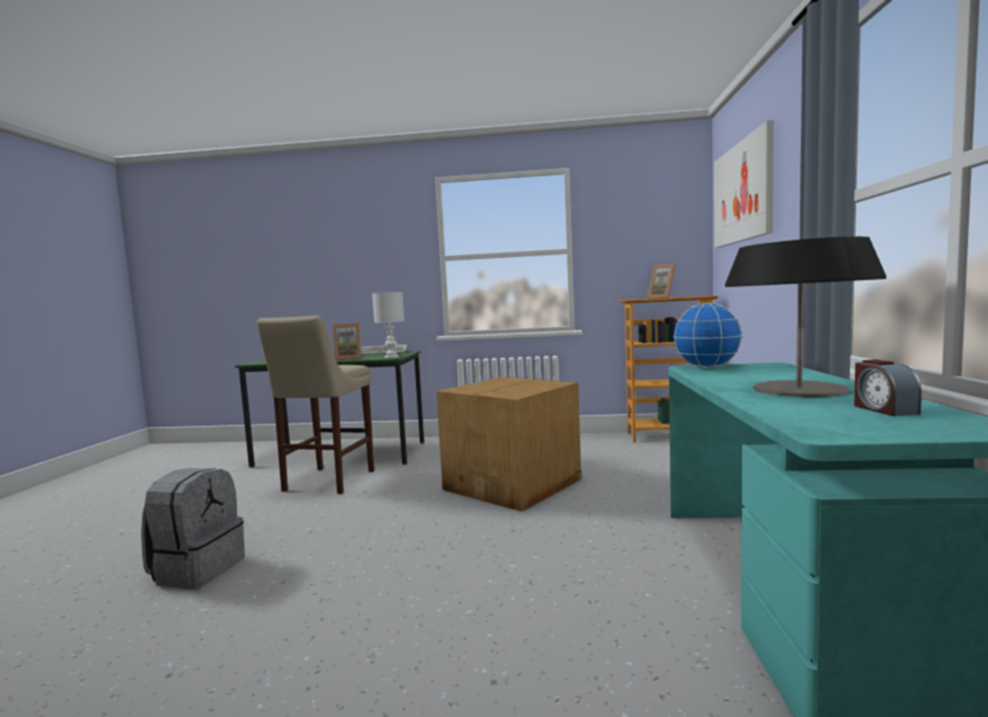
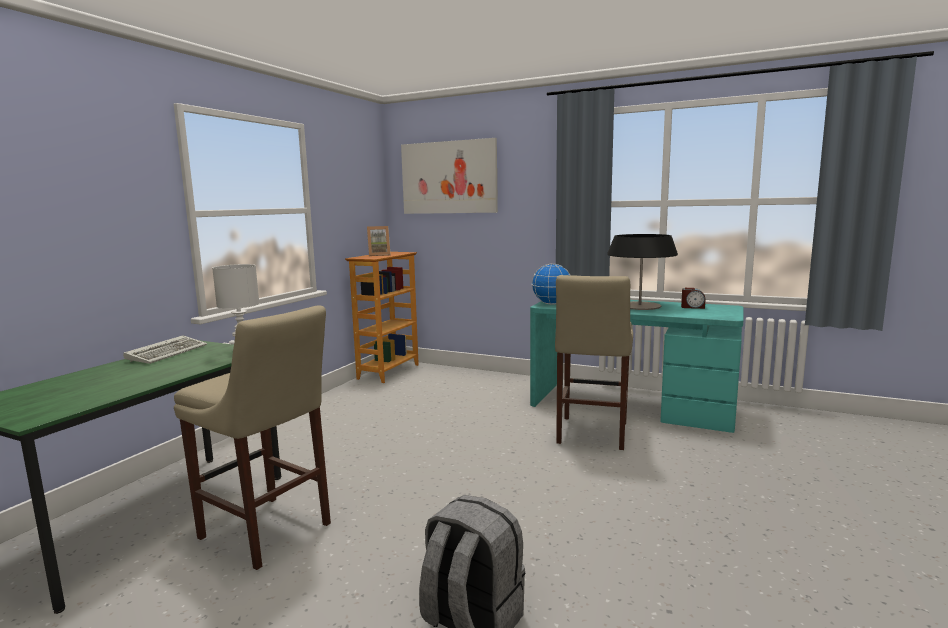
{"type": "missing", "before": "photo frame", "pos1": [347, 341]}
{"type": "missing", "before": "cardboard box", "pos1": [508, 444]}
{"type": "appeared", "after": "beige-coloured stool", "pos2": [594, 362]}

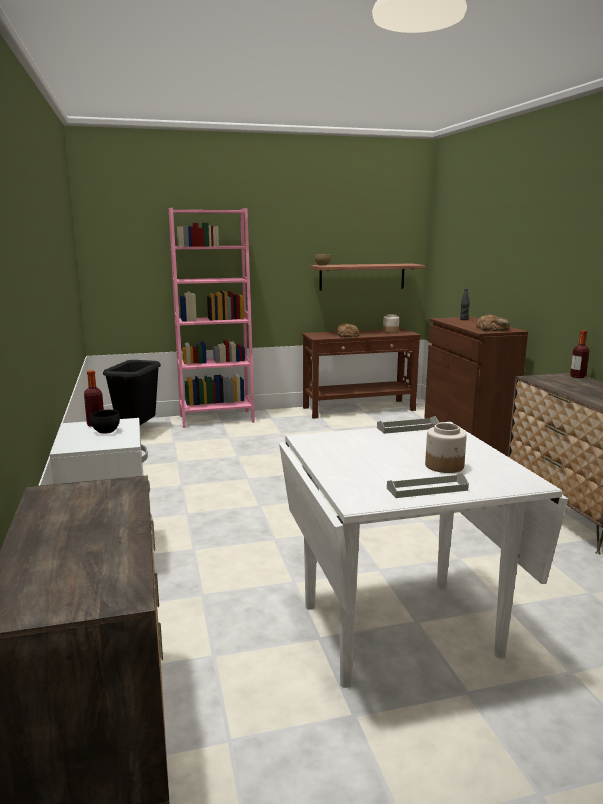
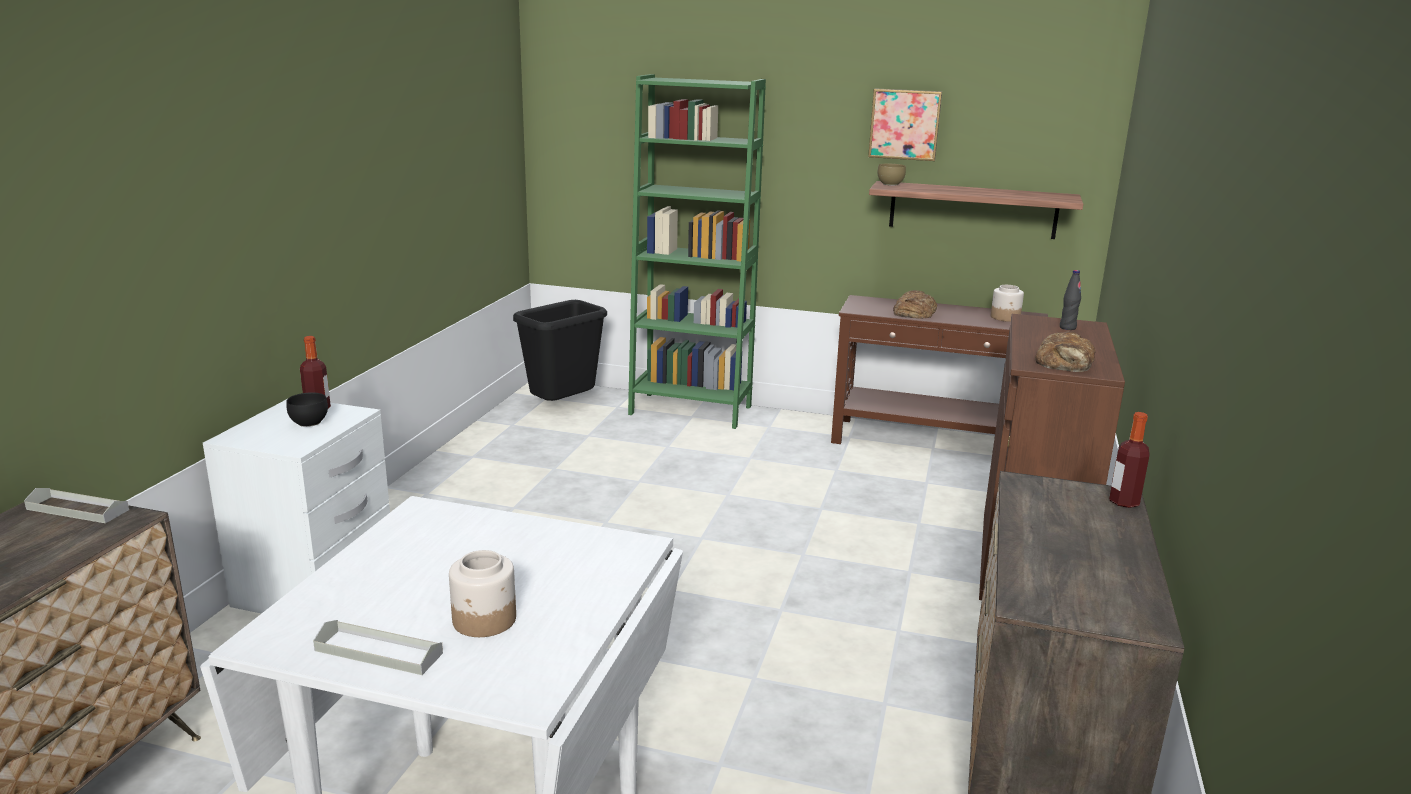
{"type": "appeared", "after": "wall picture", "pos2": [905, 125]}
{"type": "relocated", "before": "greyish tray", "pos1": [408, 425], "pos2": [76, 505]}
{"type": "colour", "before": "pink-coloured bookshelf", "after": "green-coloured bookshelf", "pos1": [212, 318], "pos2": [697, 251]}

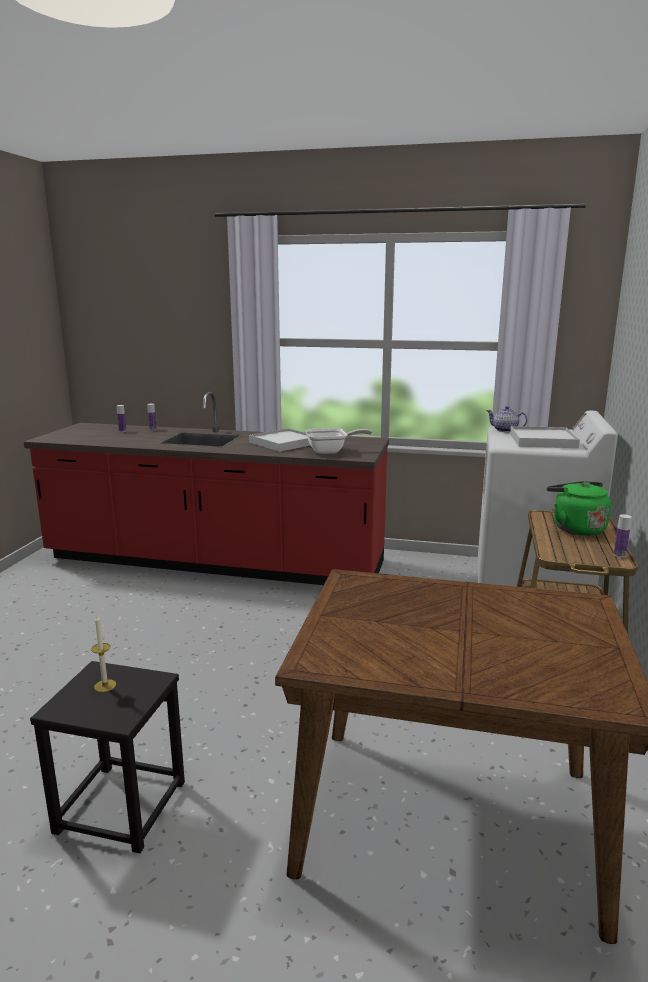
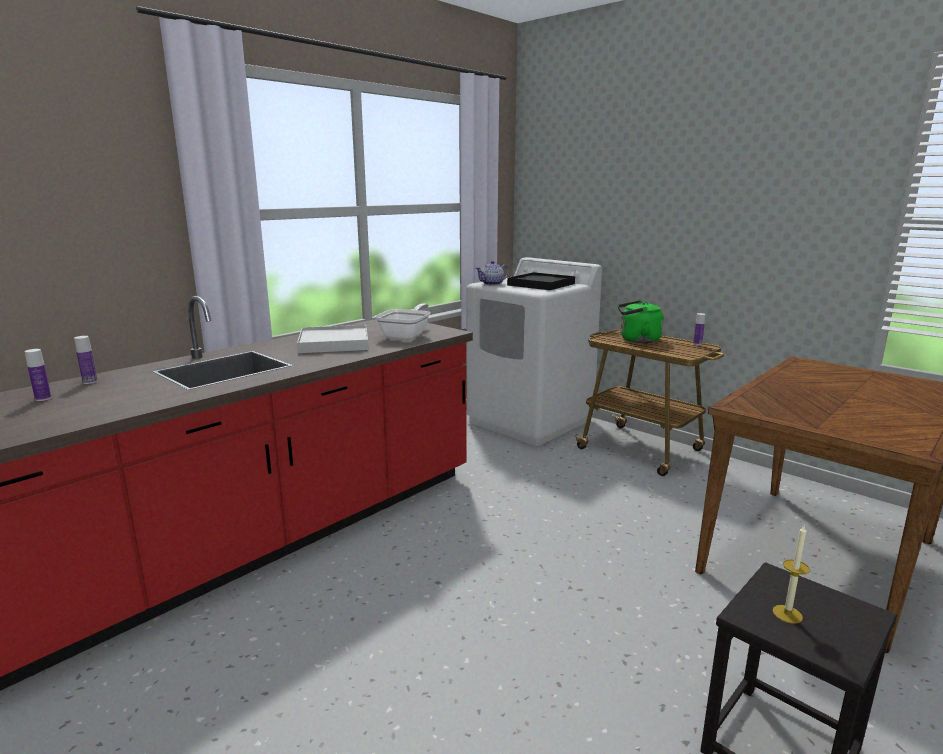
{"type": "colour", "before": "white-coloured tray", "after": "blackish tray", "pos1": [545, 437], "pos2": [541, 281]}

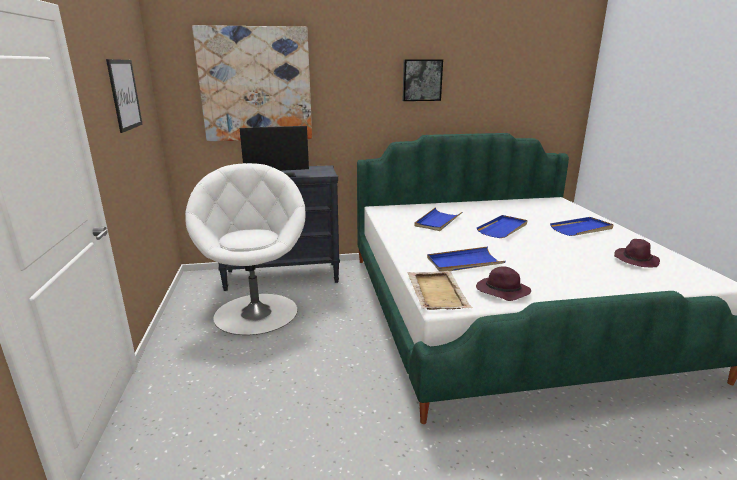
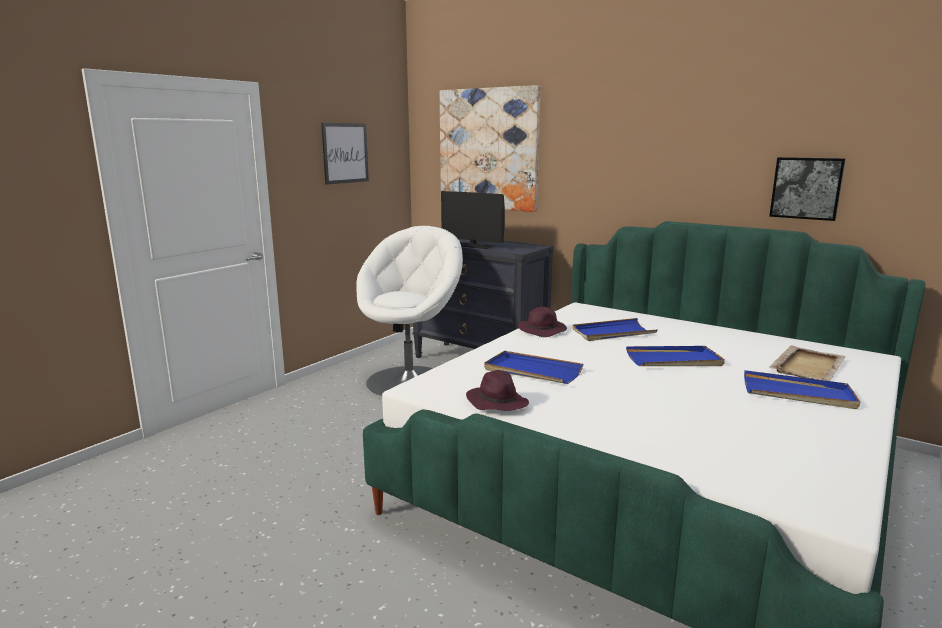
{"type": "relocated", "before": "wall picture", "pos1": [423, 80], "pos2": [807, 189]}
{"type": "relocated", "before": "beige-coloured tray", "pos1": [440, 290], "pos2": [808, 363]}
{"type": "relocated", "before": "purple wearable hat", "pos1": [637, 253], "pos2": [542, 322]}

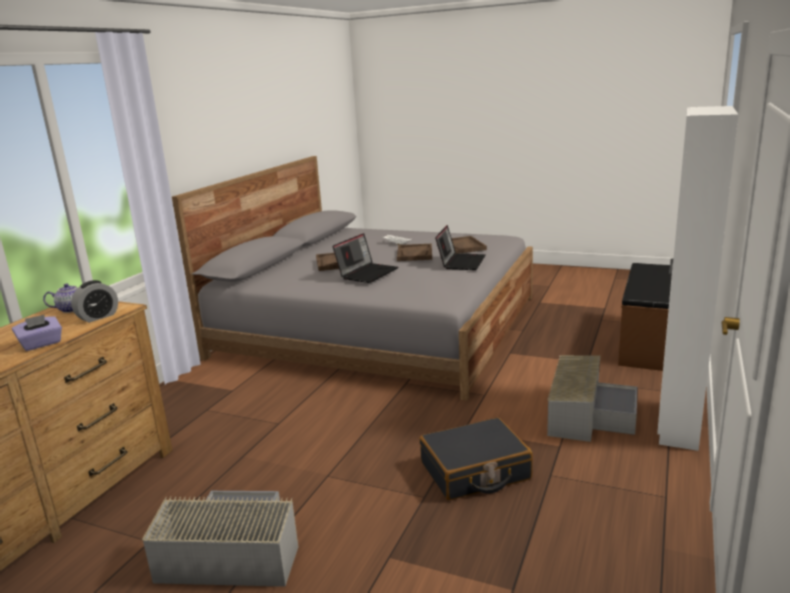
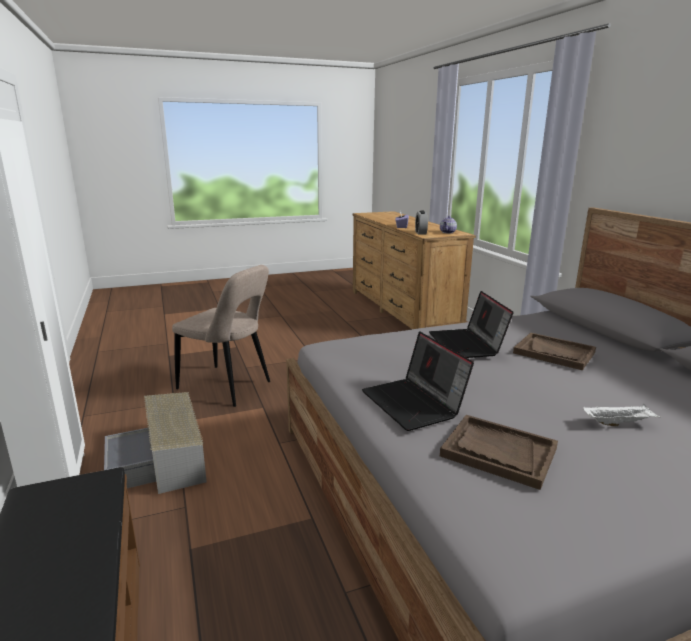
{"type": "missing", "before": "greyish storage container", "pos1": [220, 539]}
{"type": "missing", "before": "brownish tray", "pos1": [414, 252]}
{"type": "exchanged", "before": "blackish travel case", "after": "beige-coloured plain chair", "pos1": [476, 459], "pos2": [221, 336]}

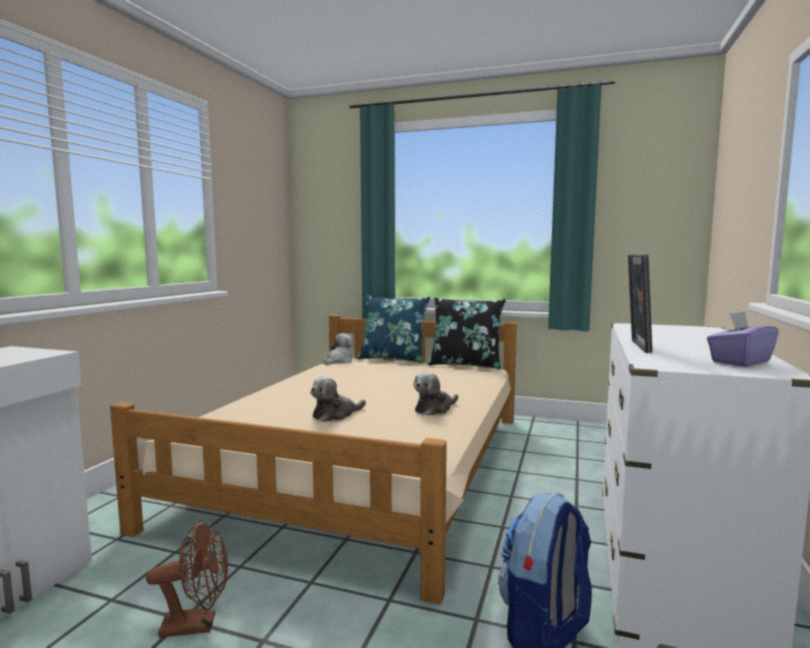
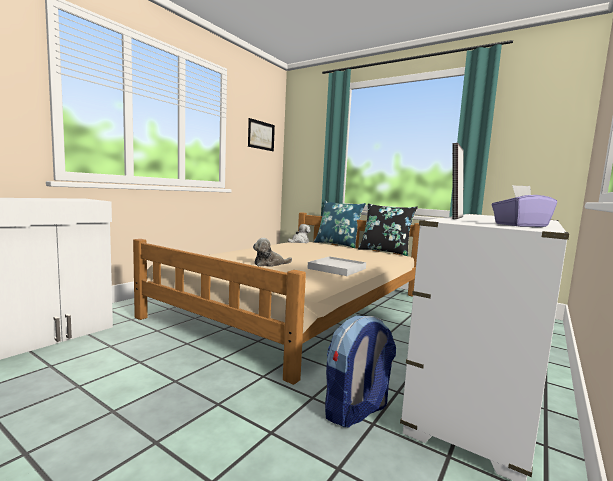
{"type": "missing", "before": "brownish electric fan", "pos1": [187, 579]}
{"type": "appeared", "after": "wall picture", "pos2": [261, 134]}
{"type": "exchanged", "before": "cuddly toy", "after": "white-coloured tray", "pos1": [435, 394], "pos2": [336, 266]}

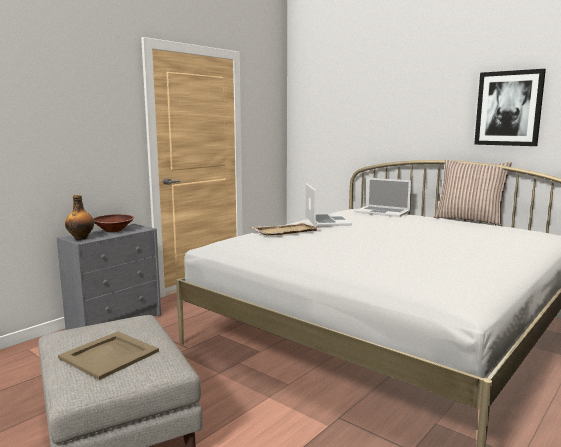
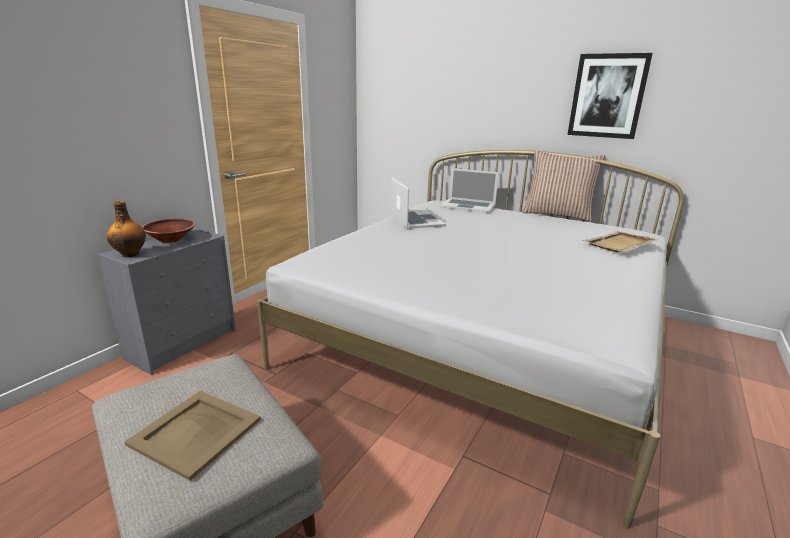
{"type": "relocated", "before": "beige-coloured tray", "pos1": [286, 229], "pos2": [620, 241]}

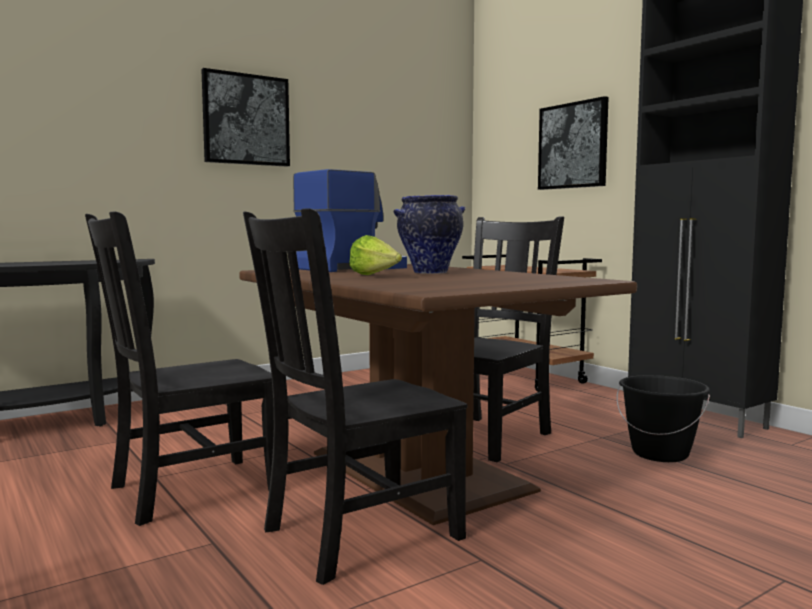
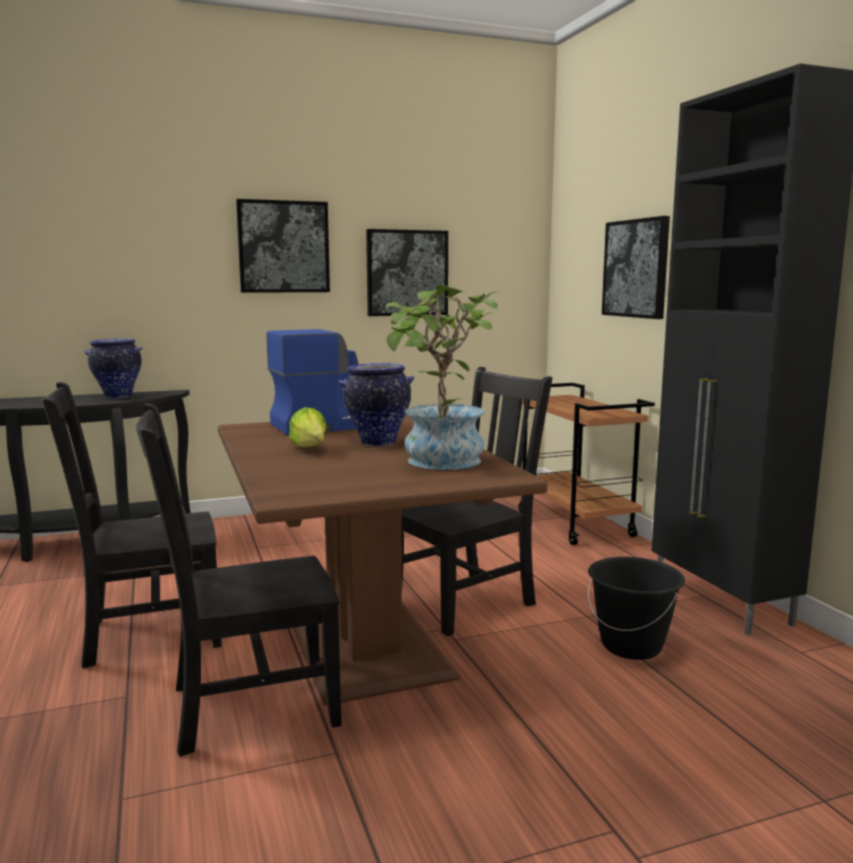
{"type": "appeared", "after": "vase", "pos2": [113, 368]}
{"type": "appeared", "after": "wall picture", "pos2": [407, 272]}
{"type": "appeared", "after": "plant in a pot", "pos2": [443, 377]}

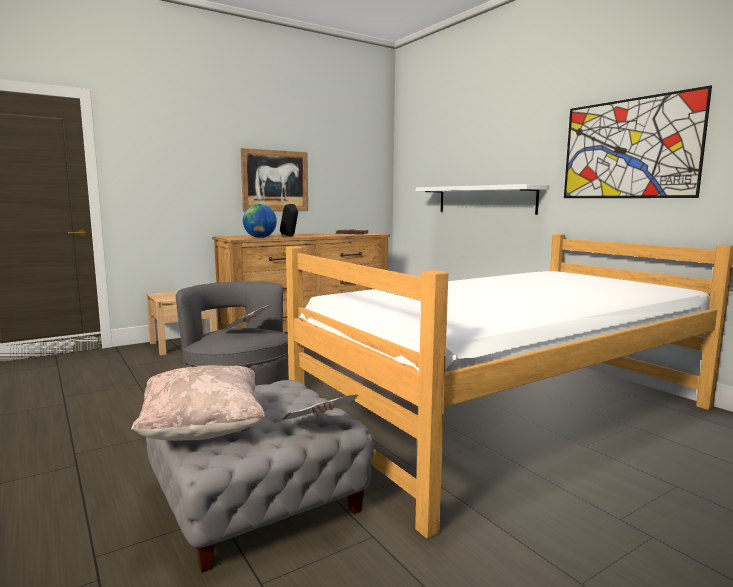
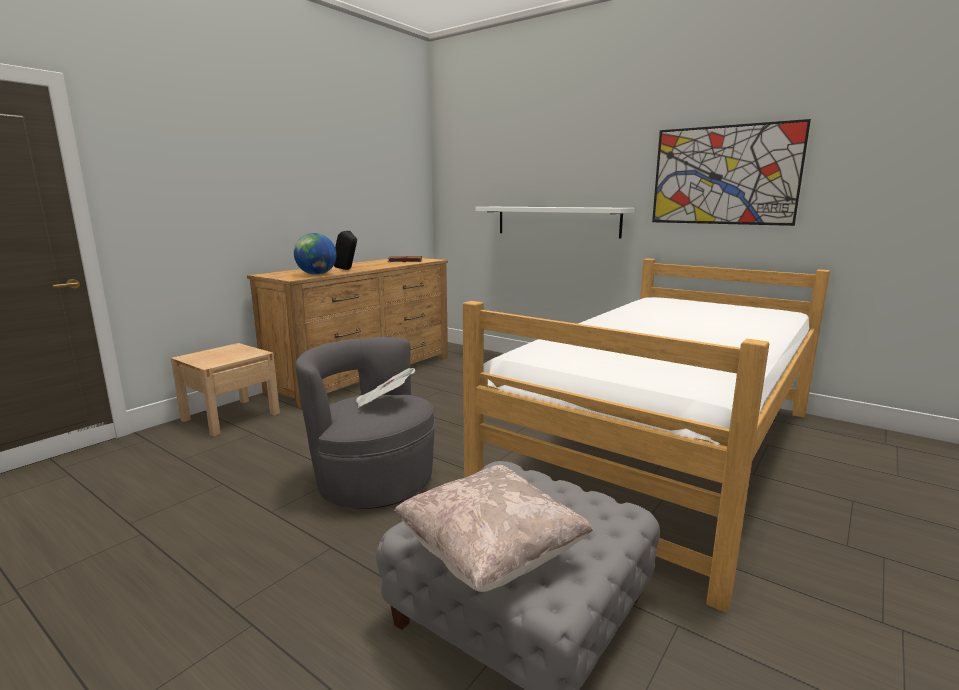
{"type": "missing", "before": "wall picture", "pos1": [274, 180]}
{"type": "missing", "before": "daily paper", "pos1": [320, 407]}

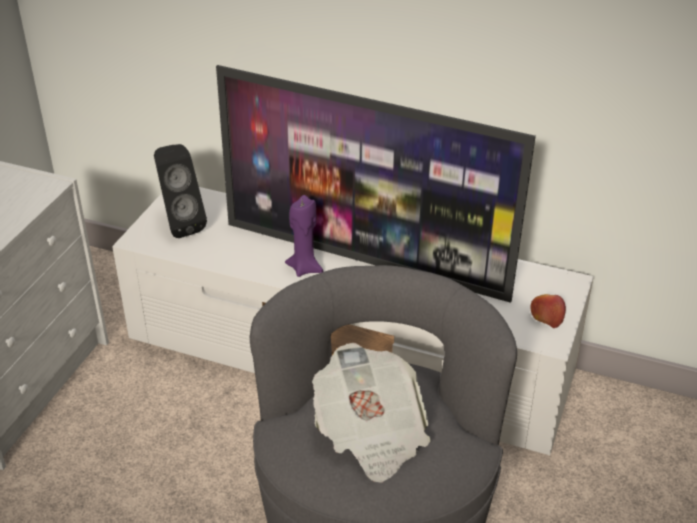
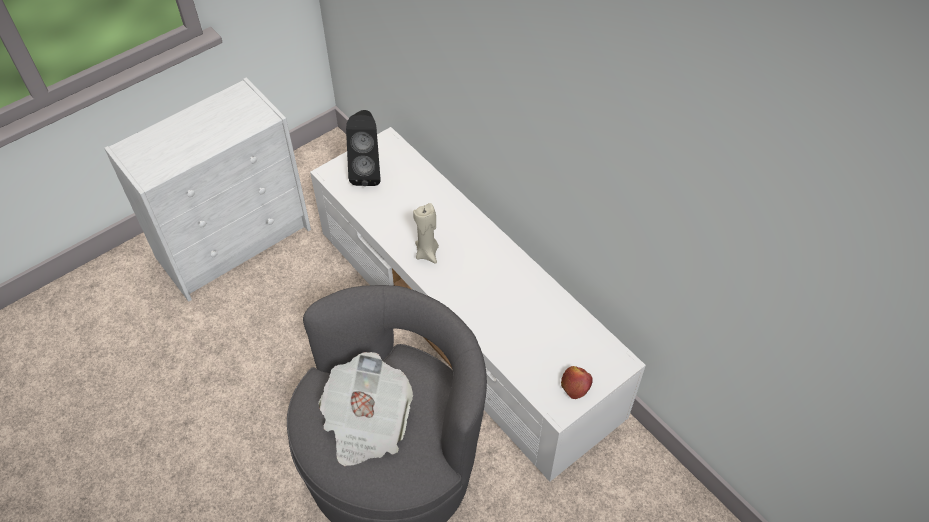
{"type": "missing", "before": "television", "pos1": [376, 184]}
{"type": "colour", "before": "purple candle", "after": "beige-coloured candle", "pos1": [304, 236], "pos2": [426, 233]}

